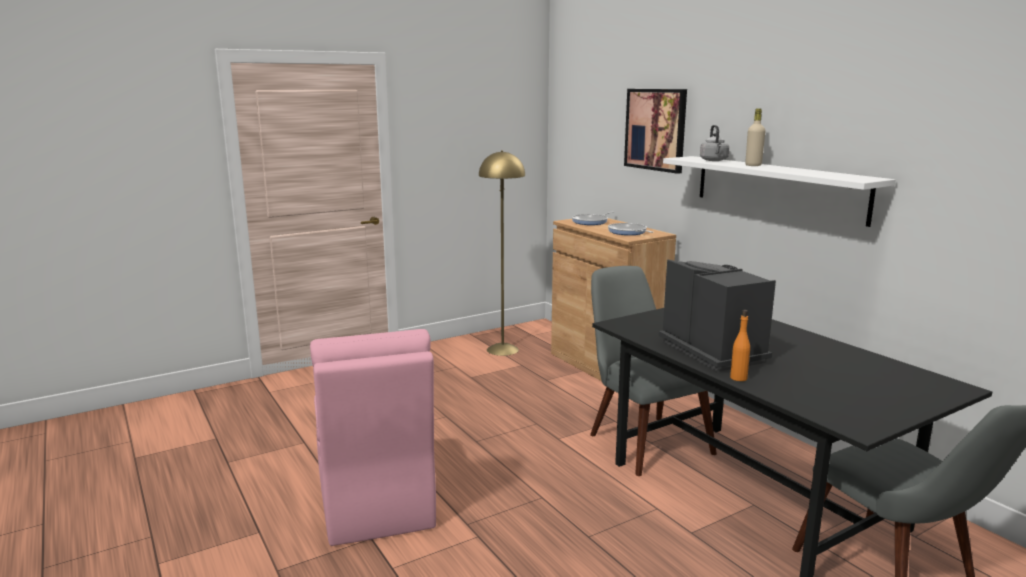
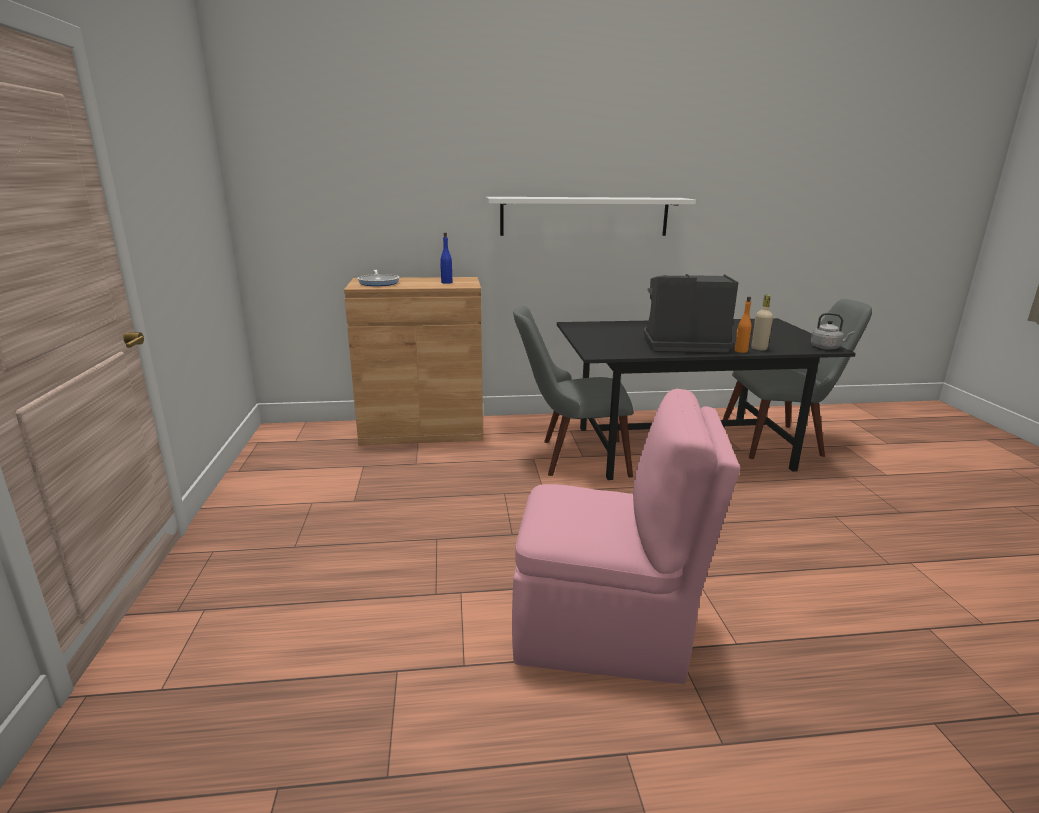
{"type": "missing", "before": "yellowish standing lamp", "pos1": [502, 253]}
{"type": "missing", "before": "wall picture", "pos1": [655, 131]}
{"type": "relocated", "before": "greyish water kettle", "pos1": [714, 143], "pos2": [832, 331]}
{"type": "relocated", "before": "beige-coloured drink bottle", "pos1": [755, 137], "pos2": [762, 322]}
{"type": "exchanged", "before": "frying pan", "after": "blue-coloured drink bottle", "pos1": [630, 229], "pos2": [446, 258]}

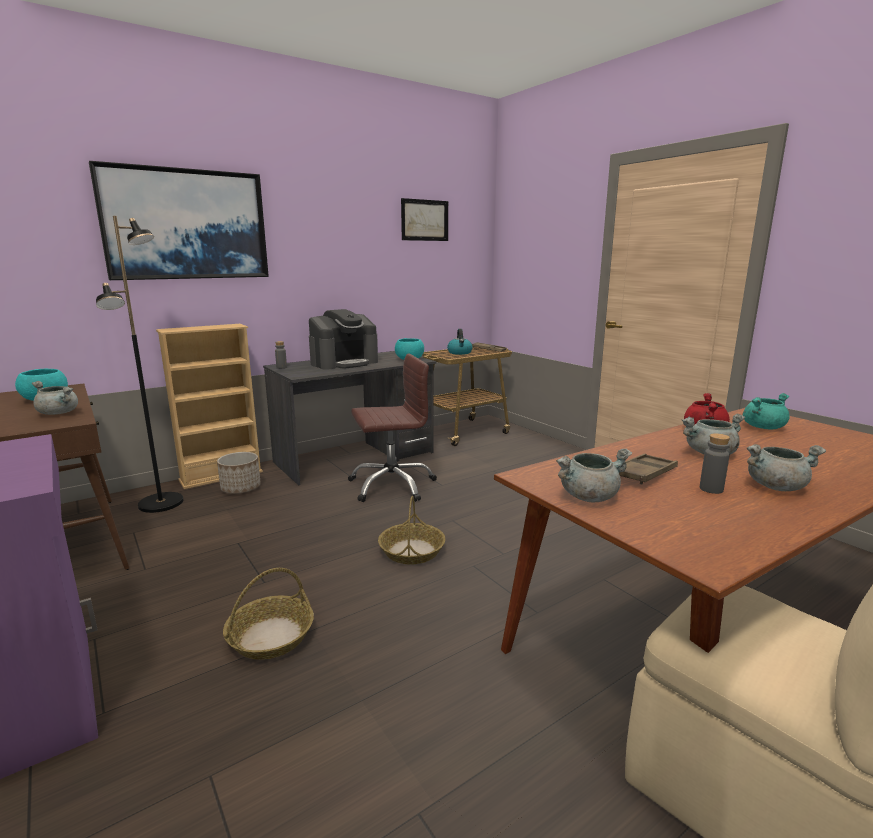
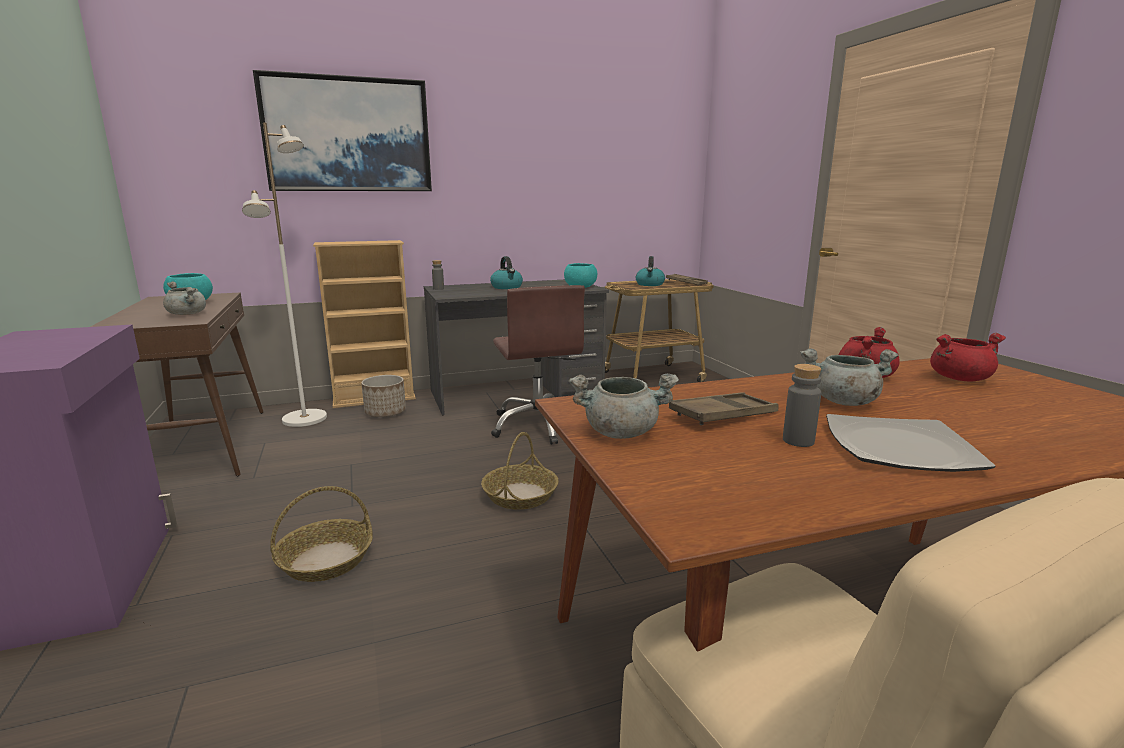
{"type": "missing", "before": "wall picture", "pos1": [424, 219]}
{"type": "exchanged", "before": "coffee machine", "after": "water kettle", "pos1": [343, 339], "pos2": [506, 272]}
{"type": "exchanged", "before": "greyish cooking pot", "after": "plate", "pos1": [786, 467], "pos2": [911, 443]}
{"type": "colour", "before": "blackish standing lamp", "after": "white-coloured standing lamp", "pos1": [139, 364], "pos2": [284, 274]}
{"type": "colour", "before": "turquoise cooking pot", "after": "reddish cooking pot", "pos1": [766, 411], "pos2": [968, 357]}
{"type": "spun", "before": "brownish computer chair", "pos1": [392, 428], "pos2": [538, 365], "turn": 75}

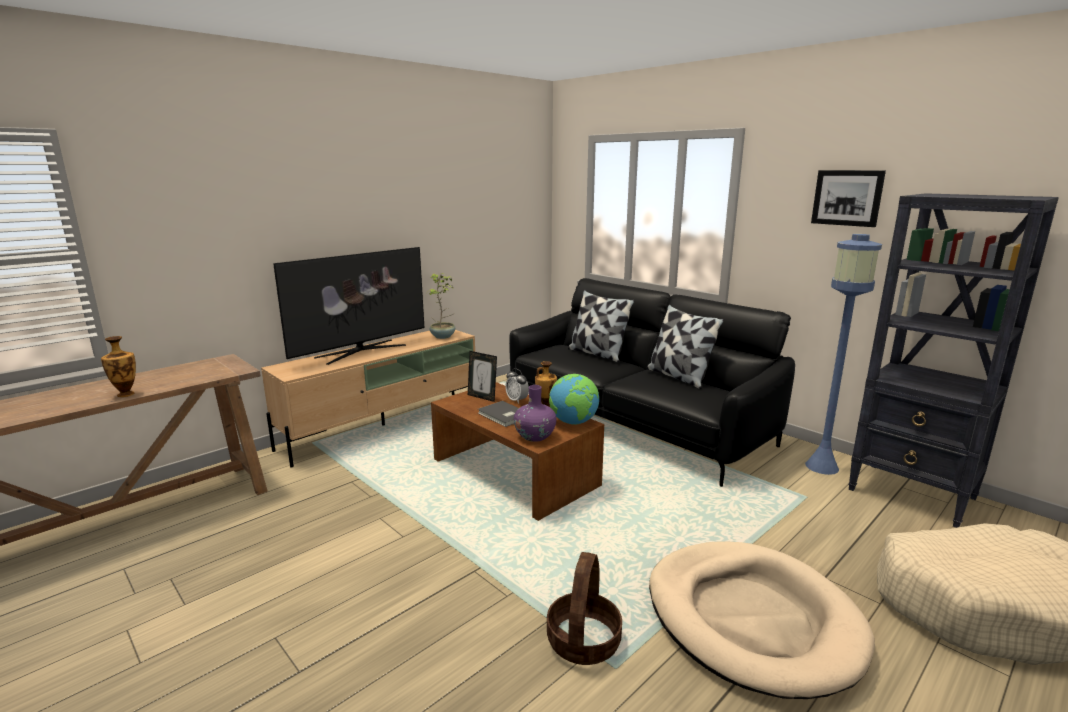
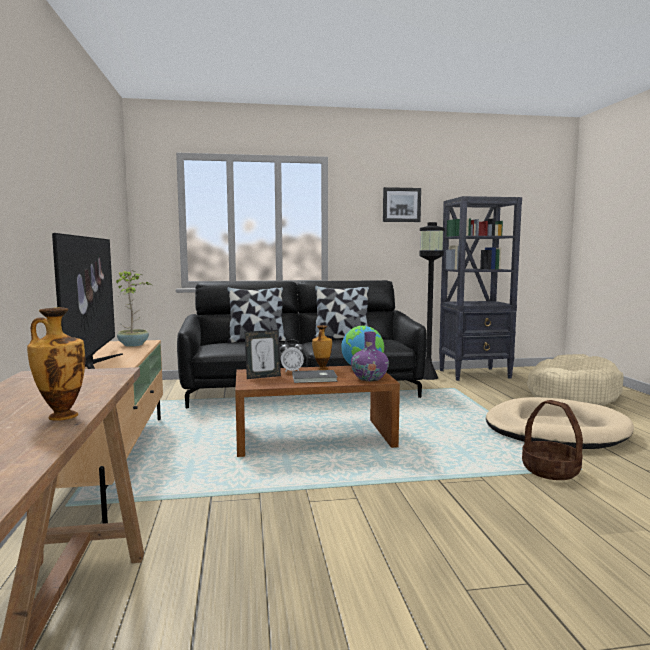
{"type": "colour", "before": "blue-coloured standing lamp", "after": "blackish standing lamp", "pos1": [843, 354], "pos2": [432, 301]}

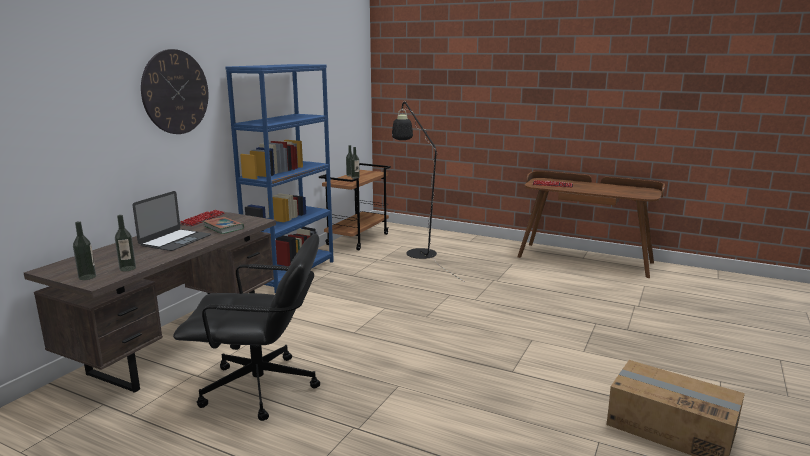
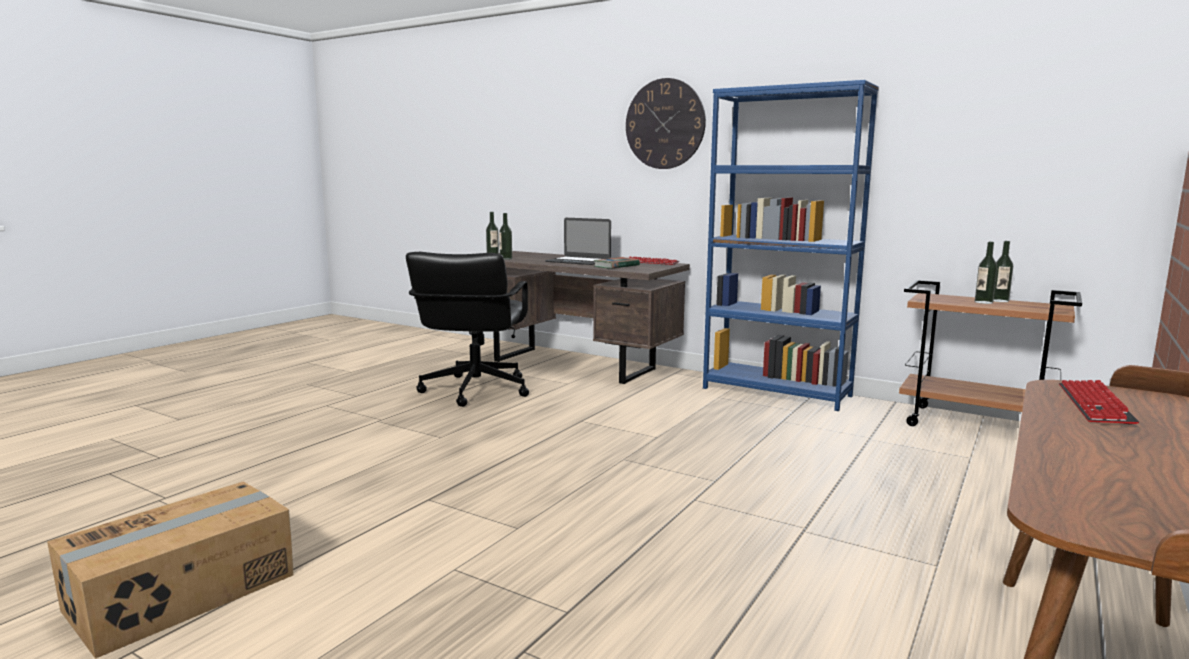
{"type": "missing", "before": "blackish standing lamp", "pos1": [427, 191]}

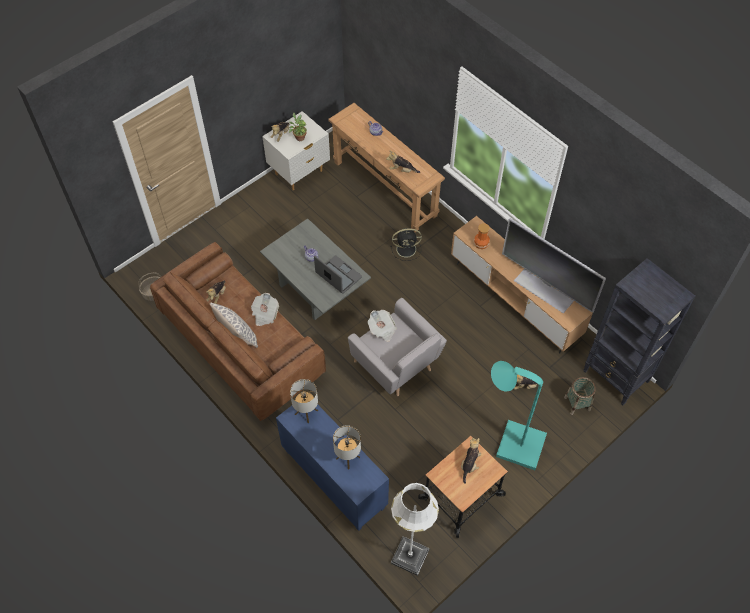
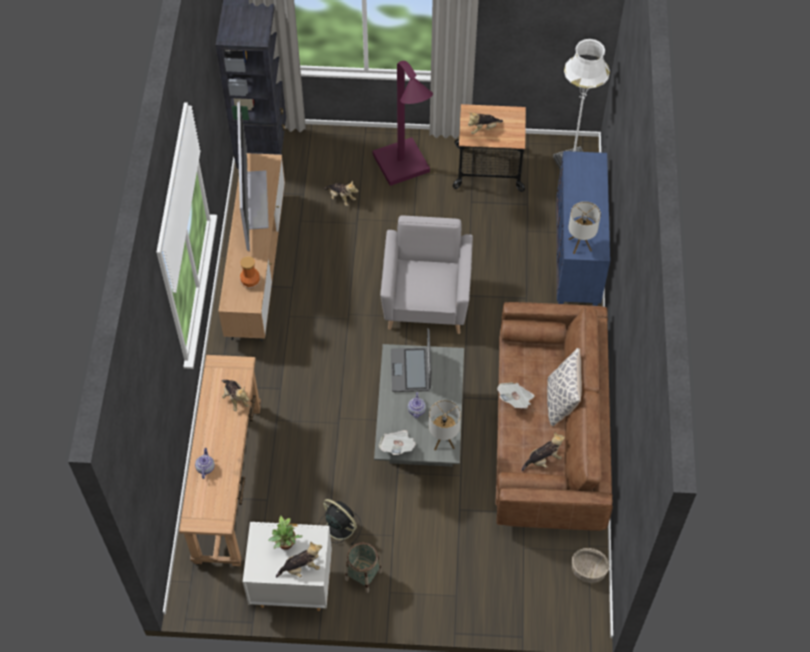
{"type": "relocated", "before": "tabletop lamp", "pos1": [347, 447], "pos2": [445, 425]}
{"type": "relocated", "before": "daily paper", "pos1": [382, 326], "pos2": [397, 442]}
{"type": "relocated", "before": "blackish electric fan", "pos1": [406, 244], "pos2": [340, 522]}
{"type": "relocated", "before": "household basket", "pos1": [580, 396], "pos2": [363, 568]}
{"type": "colour", "before": "turquoise standing lamp", "after": "purple standing lamp", "pos1": [519, 415], "pos2": [403, 123]}

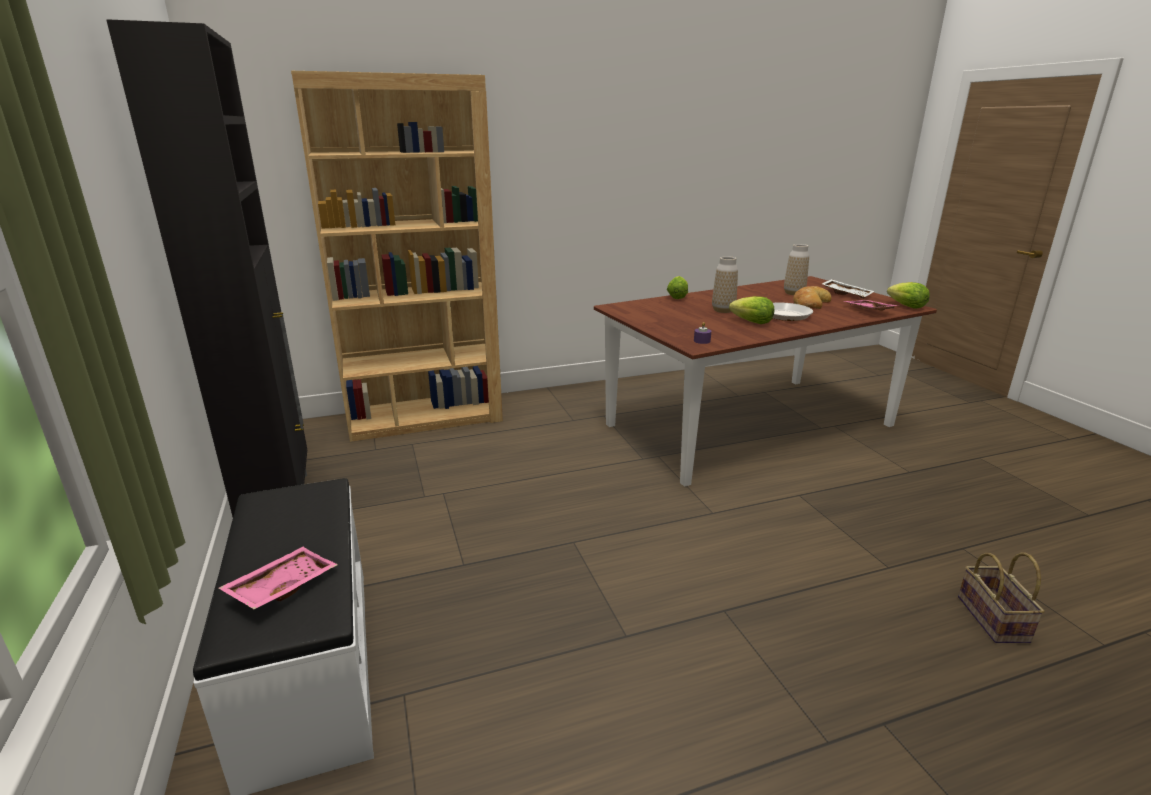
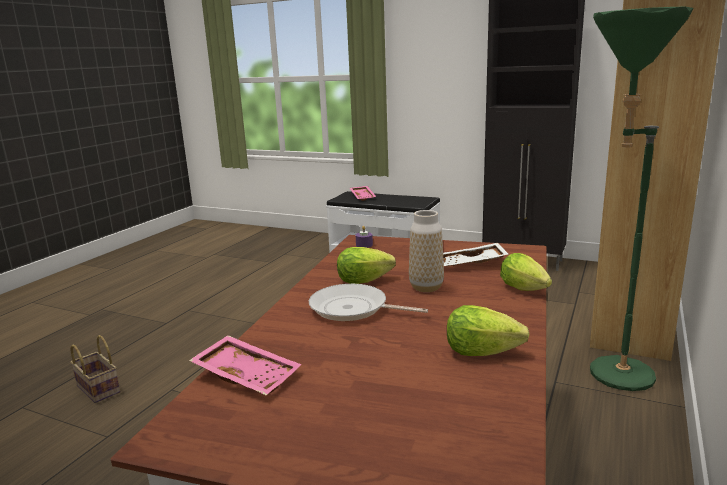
{"type": "missing", "before": "vase", "pos1": [796, 269]}
{"type": "missing", "before": "bakery bread", "pos1": [812, 297]}
{"type": "appeared", "after": "green-coloured standing lamp", "pos2": [641, 199]}
{"type": "relocated", "before": "white-coloured tray", "pos1": [848, 289], "pos2": [476, 255]}
{"type": "relocated", "before": "lettuce head", "pos1": [908, 295], "pos2": [488, 330]}

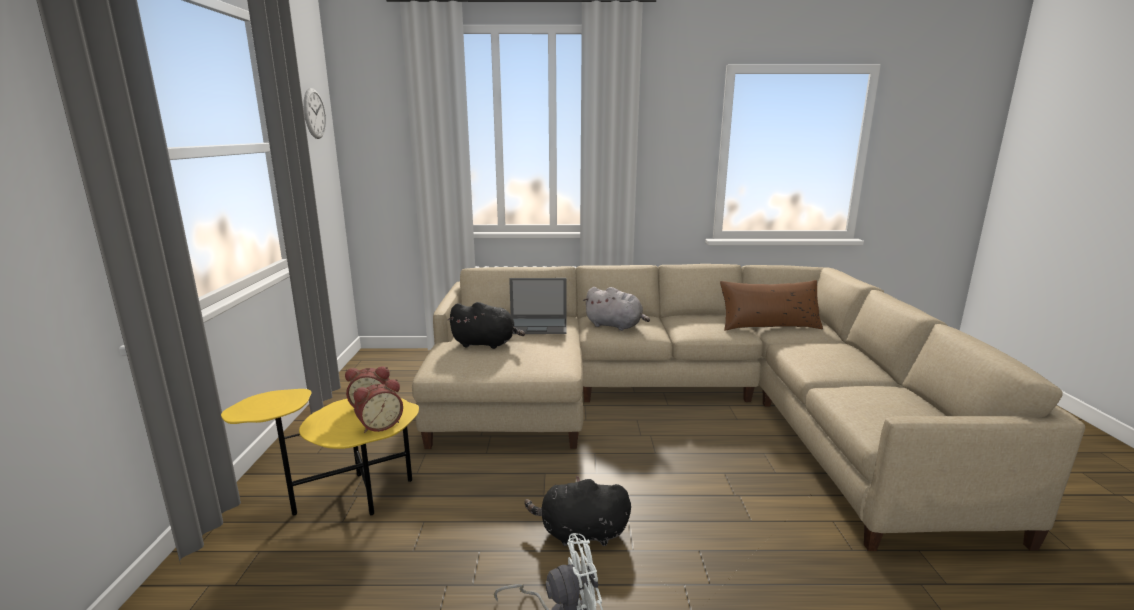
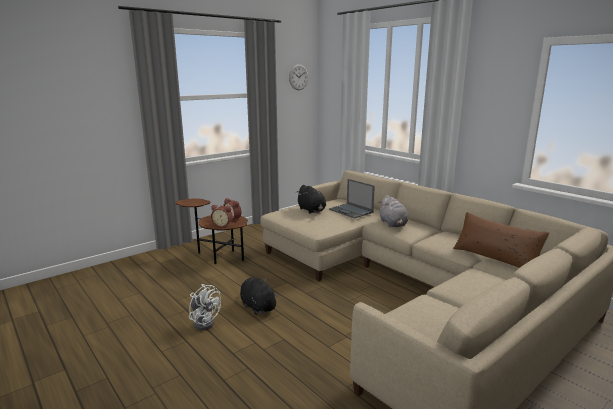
{"type": "colour", "before": "yellowish end table", "after": "brownish end table", "pos1": [320, 452], "pos2": [212, 231]}

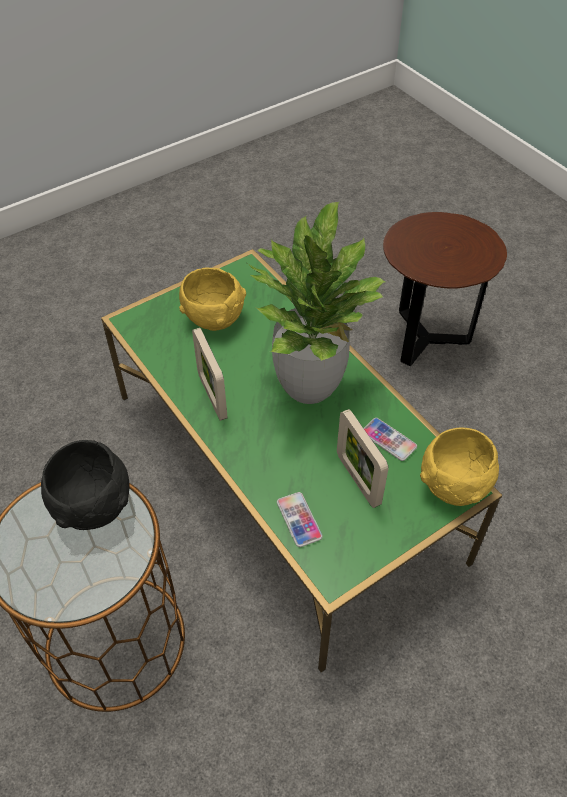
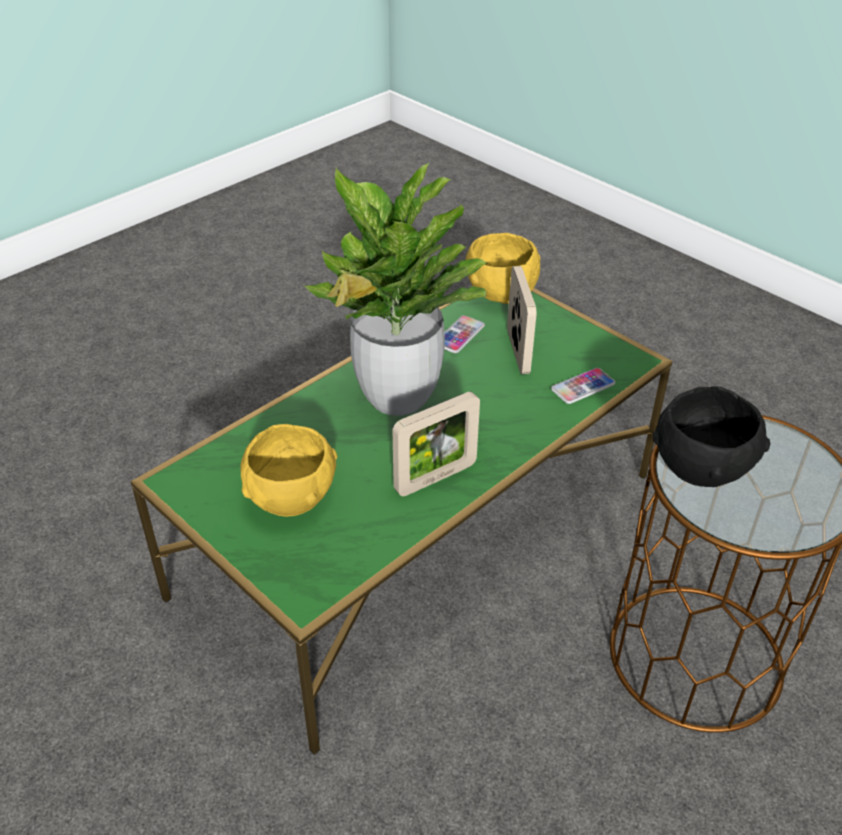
{"type": "missing", "before": "brownish end table", "pos1": [445, 289]}
{"type": "spun", "before": "photo frame", "pos1": [362, 458], "pos2": [521, 320], "turn": -60}

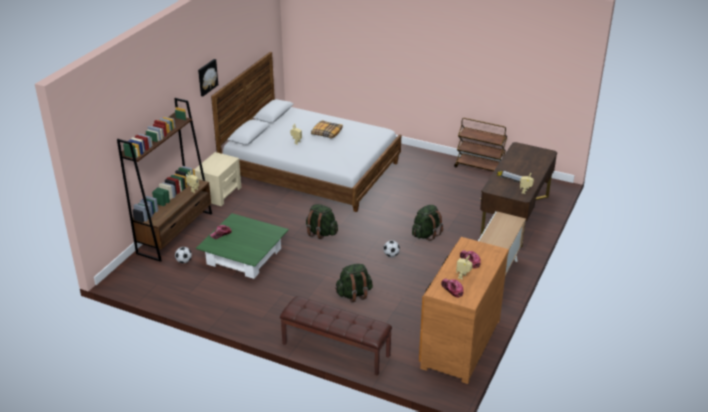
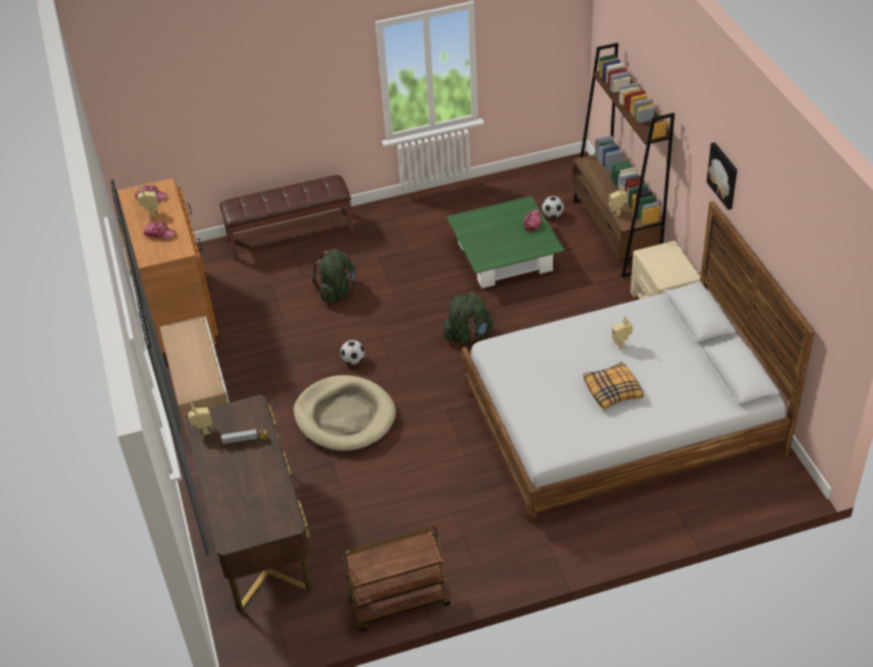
{"type": "exchanged", "before": "green-coloured backpack", "after": "beige-coloured dog bed", "pos1": [427, 223], "pos2": [345, 413]}

